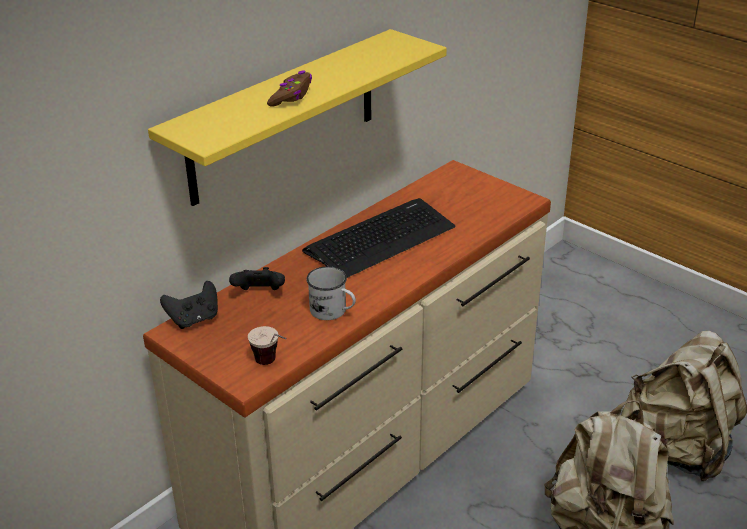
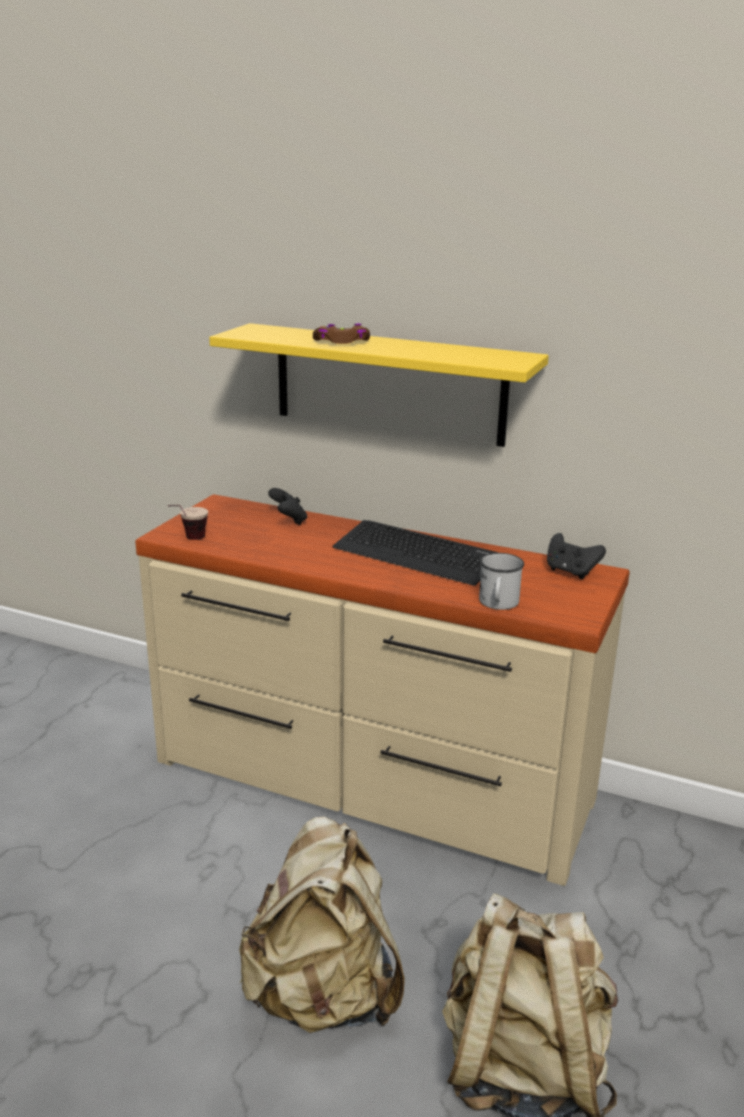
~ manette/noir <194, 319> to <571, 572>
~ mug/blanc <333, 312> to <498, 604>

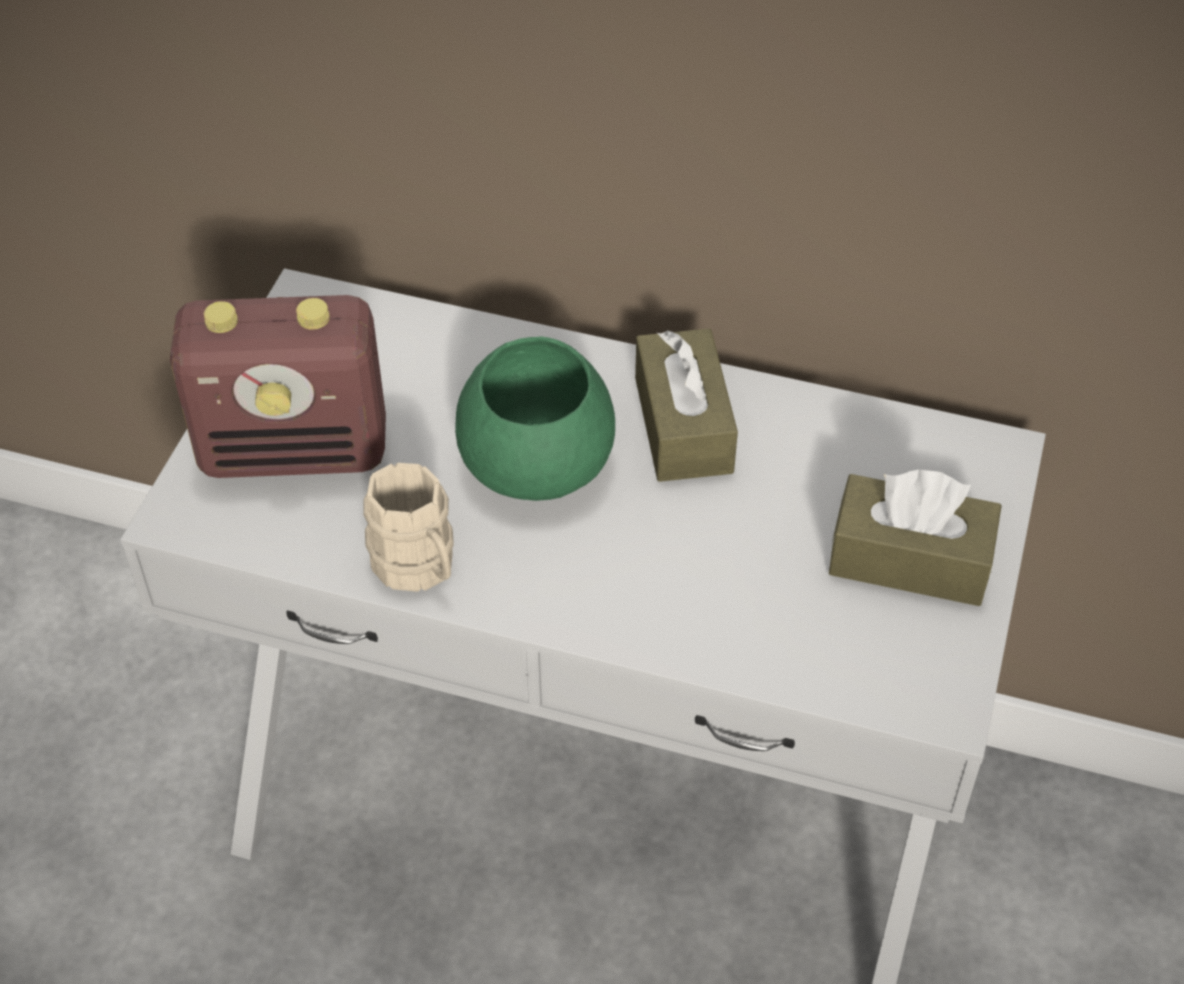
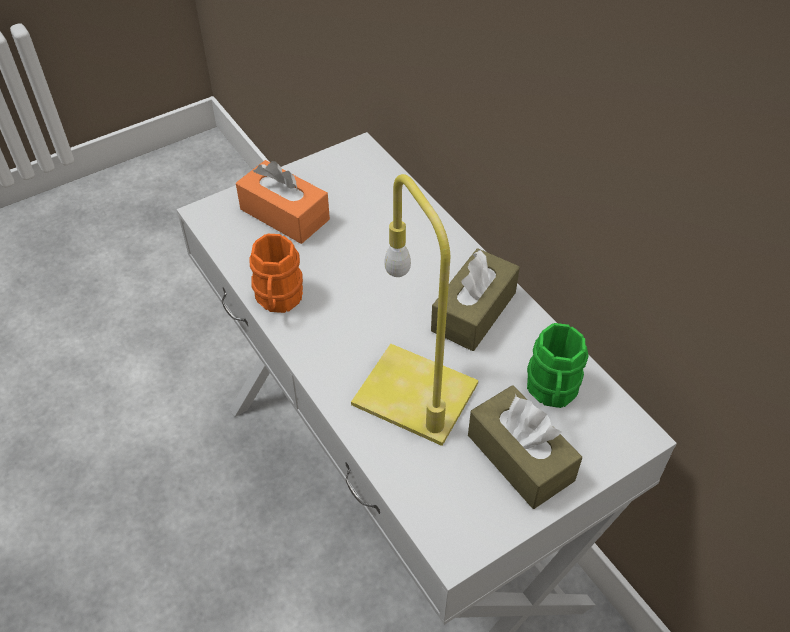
~ radio <296, 450> to boîte à mouchoirs/orange <284, 214>
~ mug/beige <419, 568> to mug/orange <278, 300>
- bol/vert <536, 459>
+ lampe de table/jaune <418, 394>
+ mug/vert <551, 392>

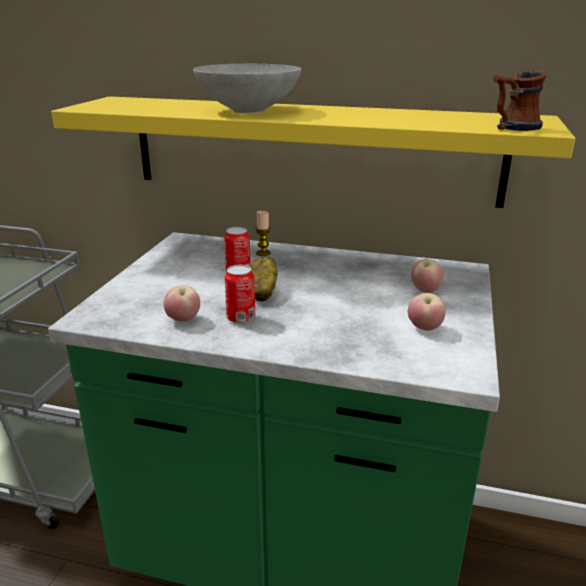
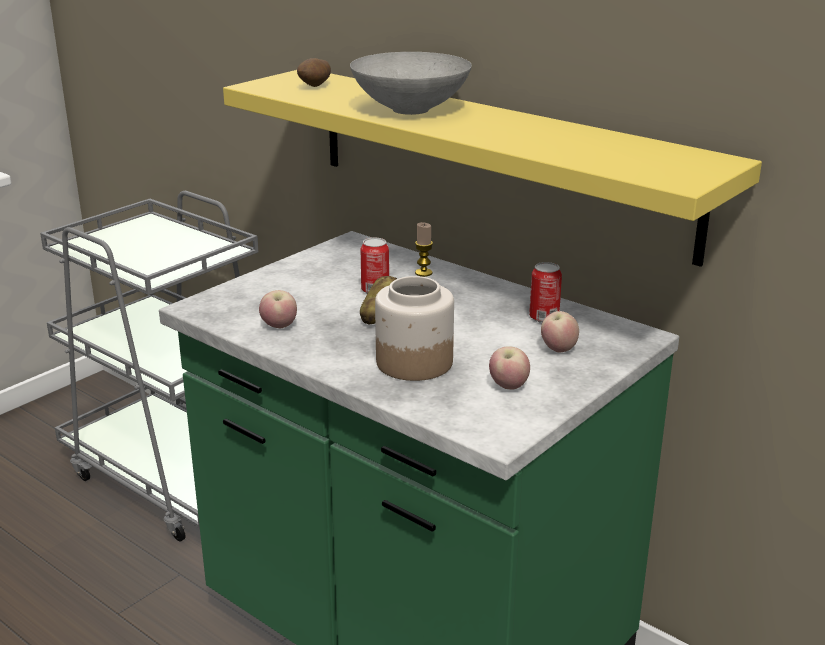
~ boîte métallique <241, 318> to <544, 317>
- mug <511, 128>
+ pomme de terre <315, 86>
+ bocal <413, 362>

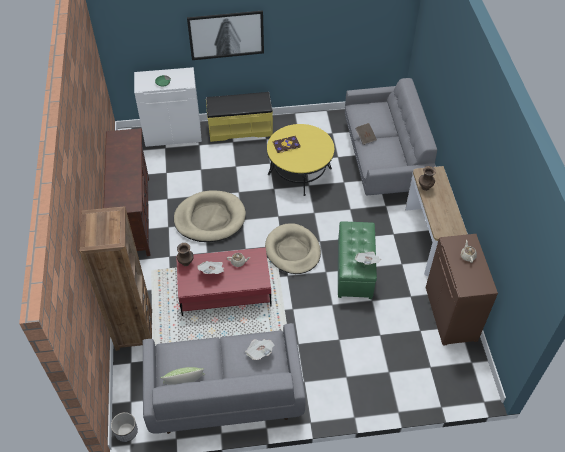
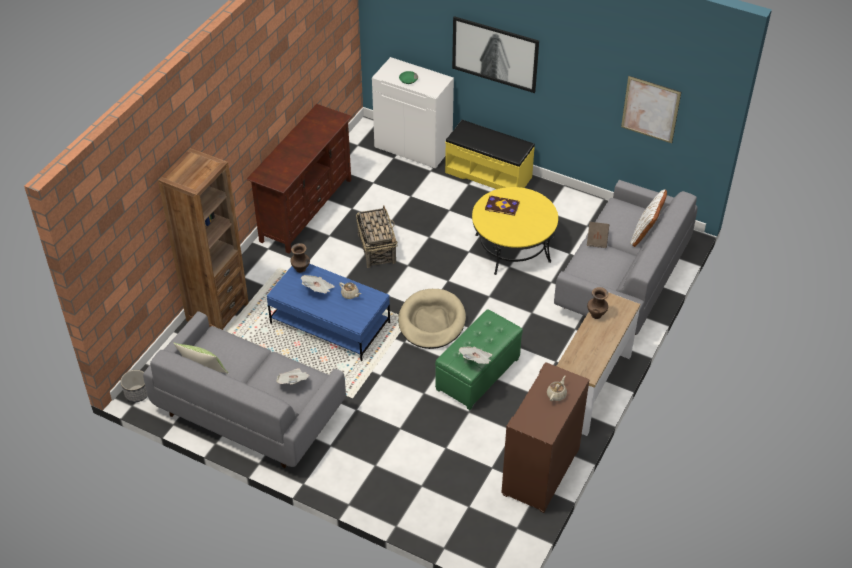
~ panier pour chien/beige <210, 218> to panier <376, 248>
~ table basse/rouge <225, 291> to table basse/bleu <330, 323>
+ tableau <650, 109>
+ coussin/blanc <645, 234>

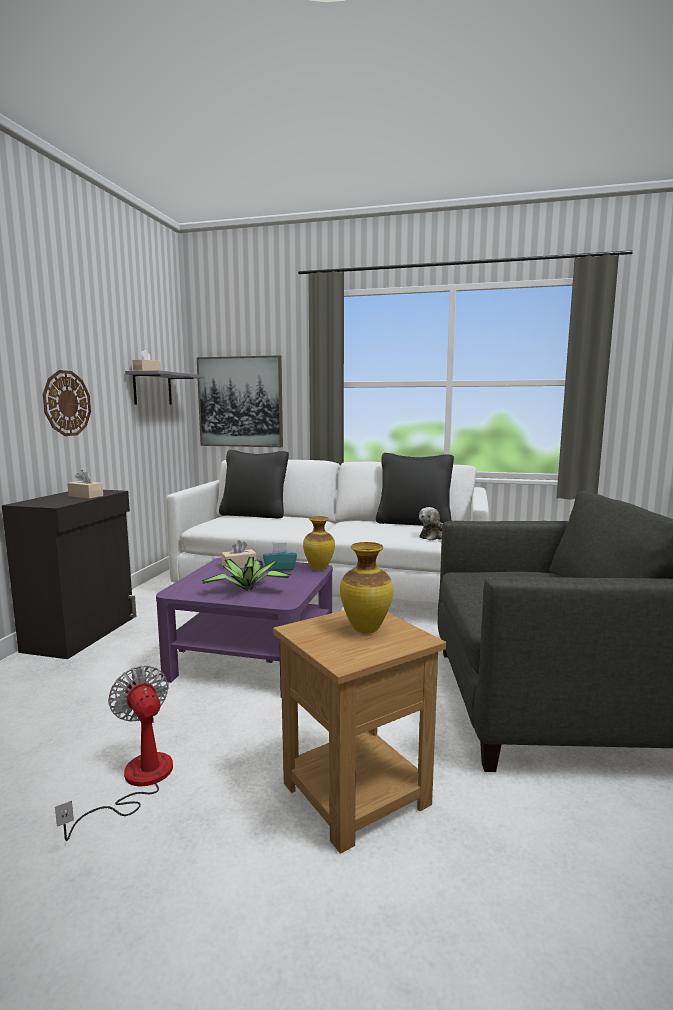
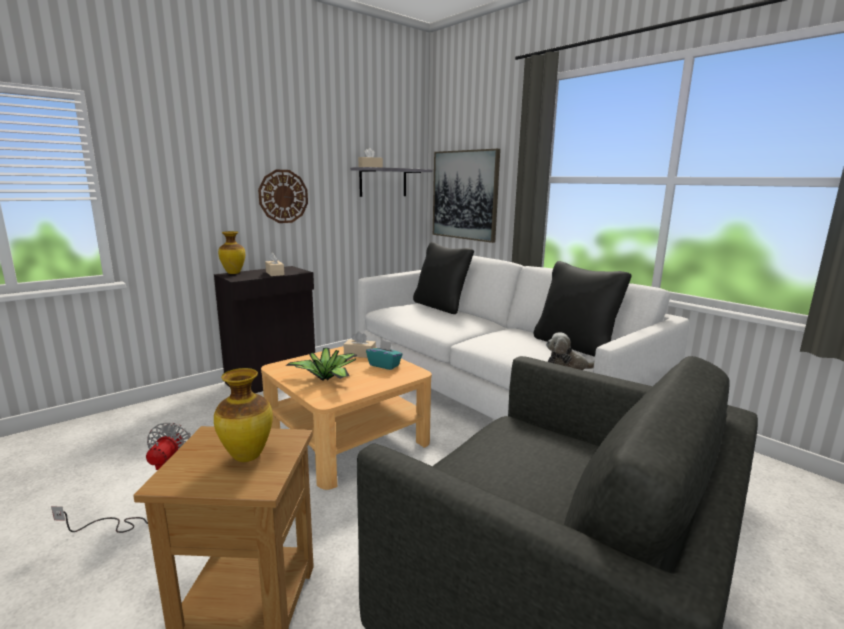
~ table basse/violet <254, 656> to table basse/beige <348, 439>
~ vase <318, 569> to <233, 273>

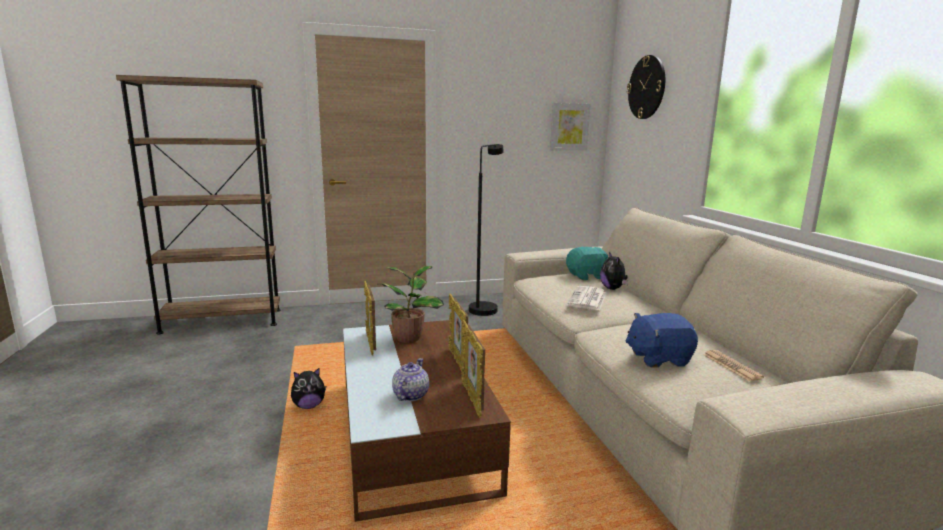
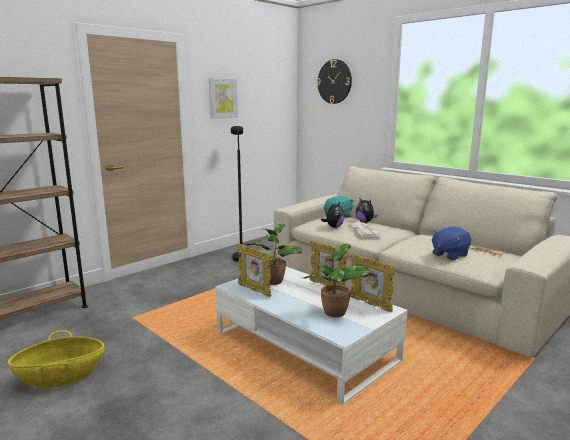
~ peluche <309, 406> to <333, 227>
~ table basse/marron <412, 432> to table basse/blanc <305, 346>
~ théière <410, 395> to plante en pot <334, 313>
~ tableau <569, 127> to <222, 98>
+ panier <61, 376>

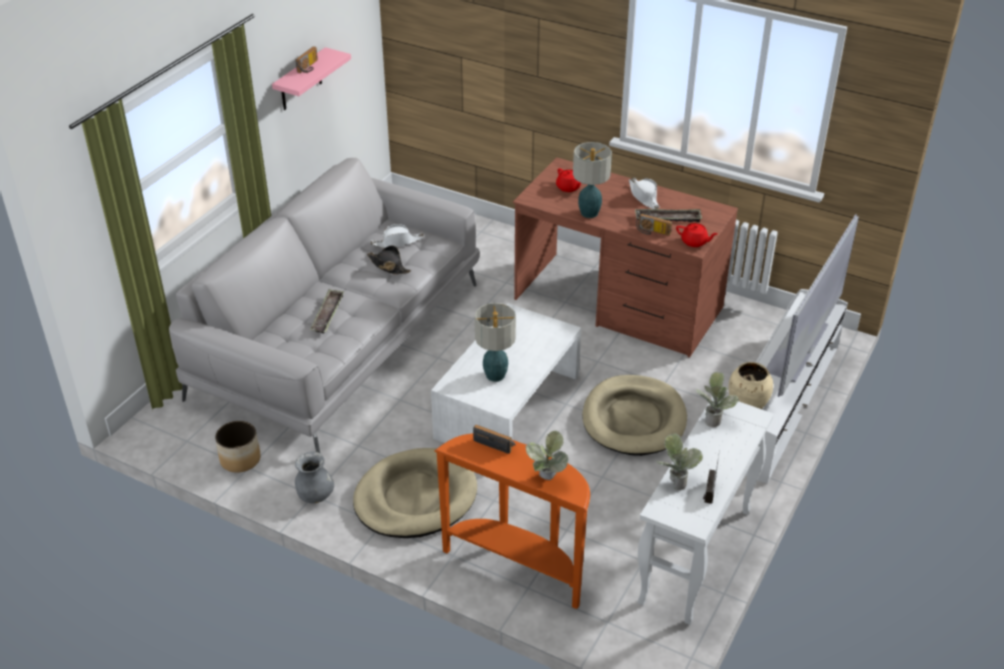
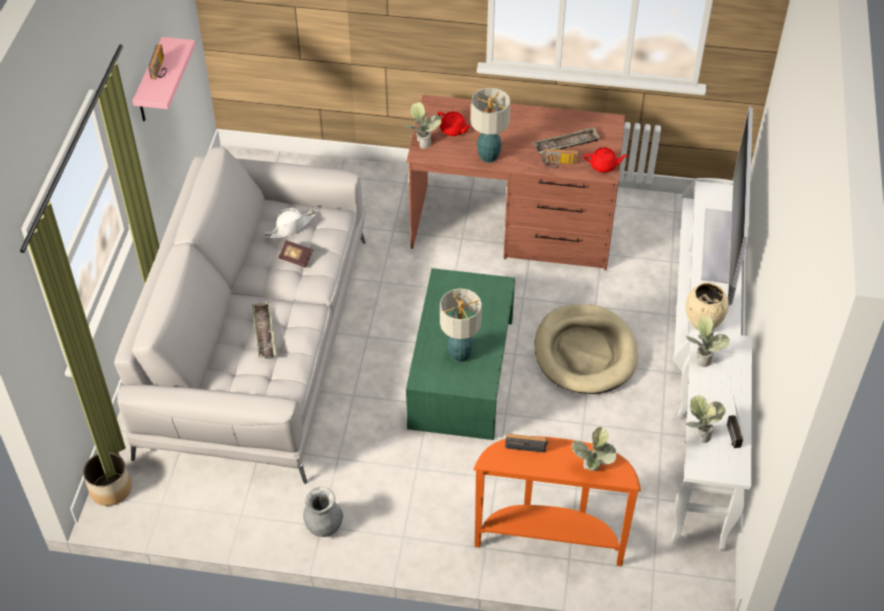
~ cache-pot <240, 460> to <111, 490>
- panier pour chien/beige <415, 497>
~ chapeau/noir <388, 266> to livre <296, 258>
~ table basse/blanc <507, 406> to table basse/vert <460, 372>
- chapeau/blanc <644, 197>
+ plante en pot <422, 142>

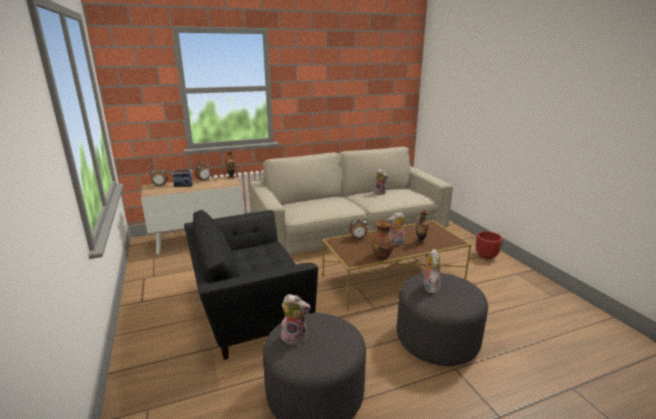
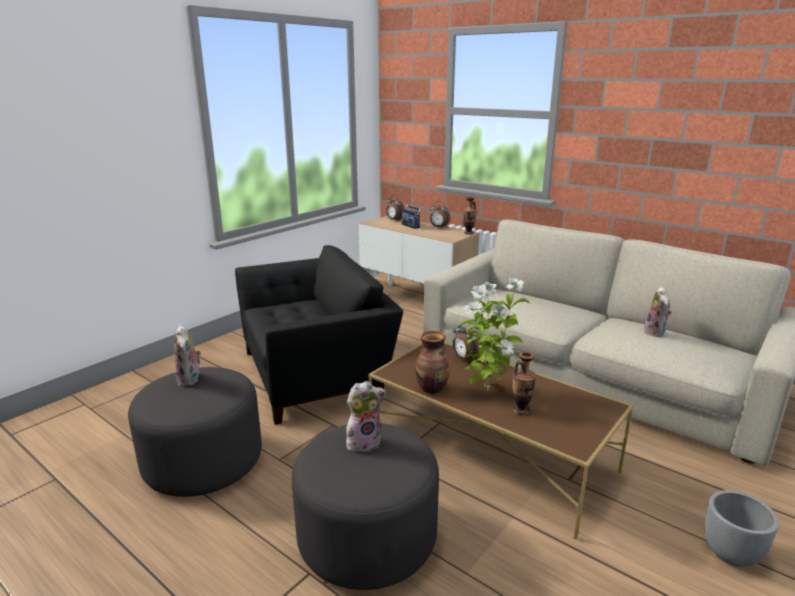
~ fauteuil/noir <249, 310> = <316, 373> 120 degrees clockwise
~ peluche <395, 243> to plante en pot <486, 390>
~ cache-pot/rouge <486, 256> to cache-pot/gris <731, 554>

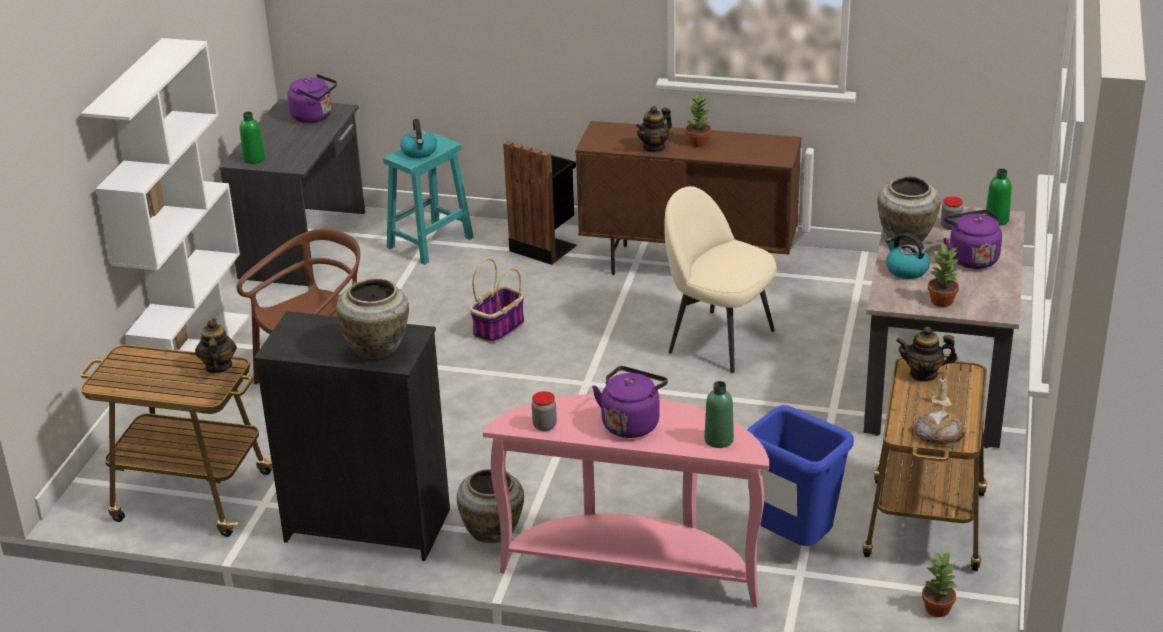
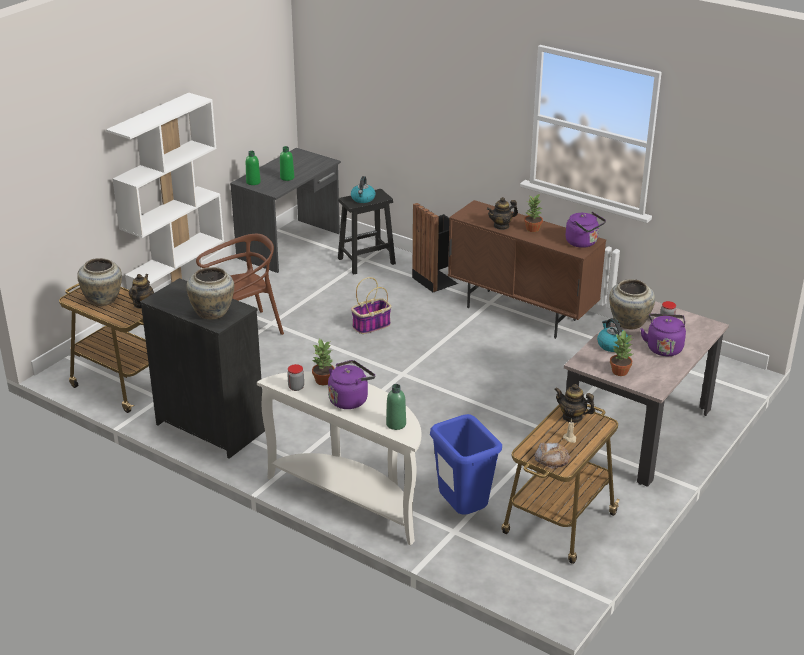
~ bouilloire/violet <314, 116> to <583, 243>
~ tabouret/turquoise <429, 243> to tabouret/noir <365, 261>
~ vase/beige <493, 532> to <103, 300>
~ table console/rose <634, 567> to table console/blanc <351, 498>
- chaise/beige <718, 340>
~ plante en pot <937, 608> to <324, 380>
~ bouteille/vert <996, 220> to <287, 178>

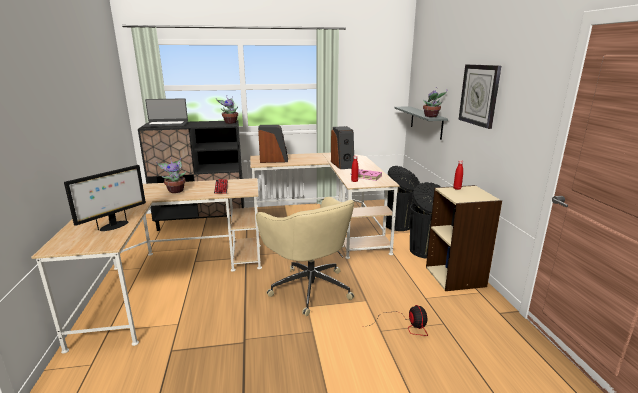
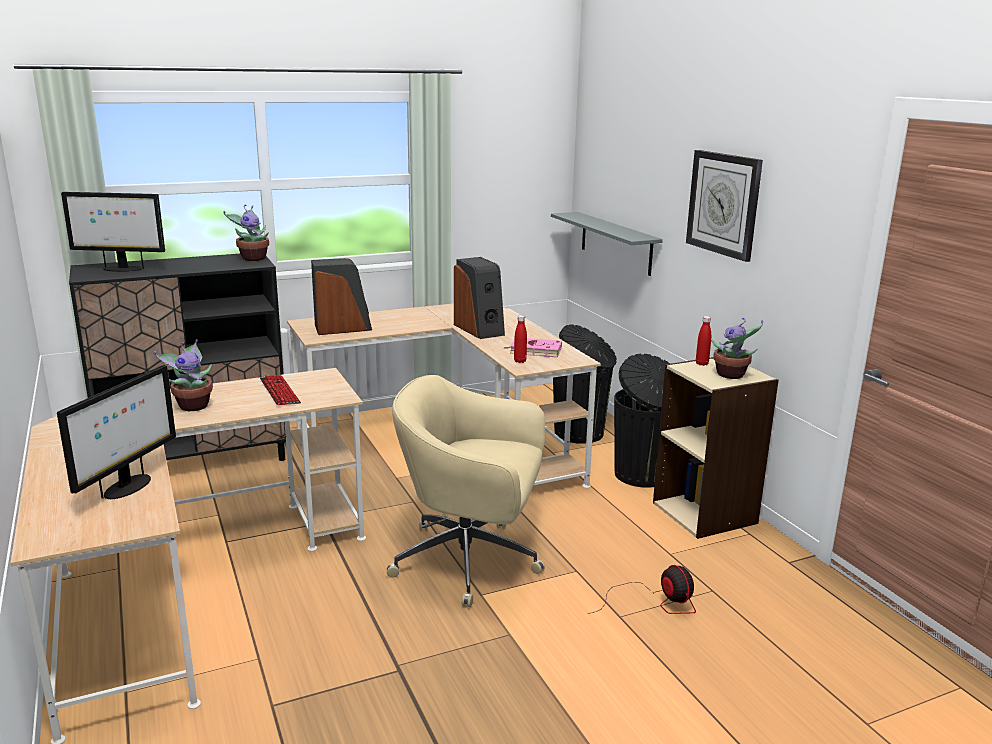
~ ordinateur portable <166, 124> to écran d'ordinateur <121, 269>
~ chaise de bureau/beige <309, 287> = <470, 562> 150 degrees clockwise
~ plante en pot <431, 116> to <732, 375>

